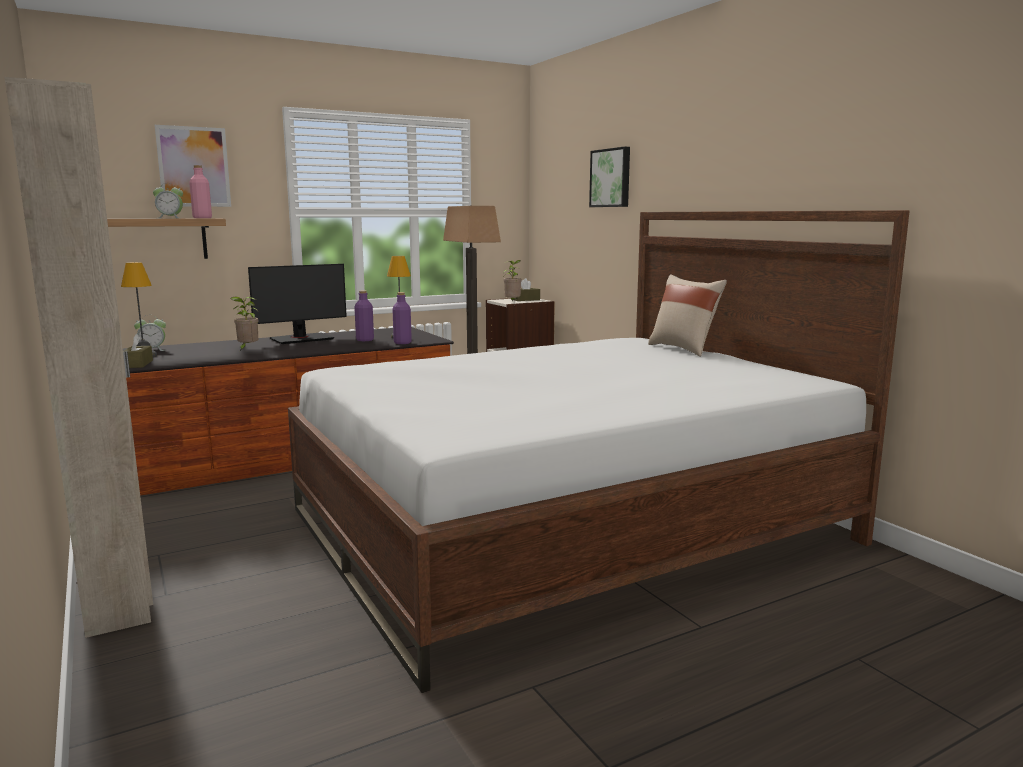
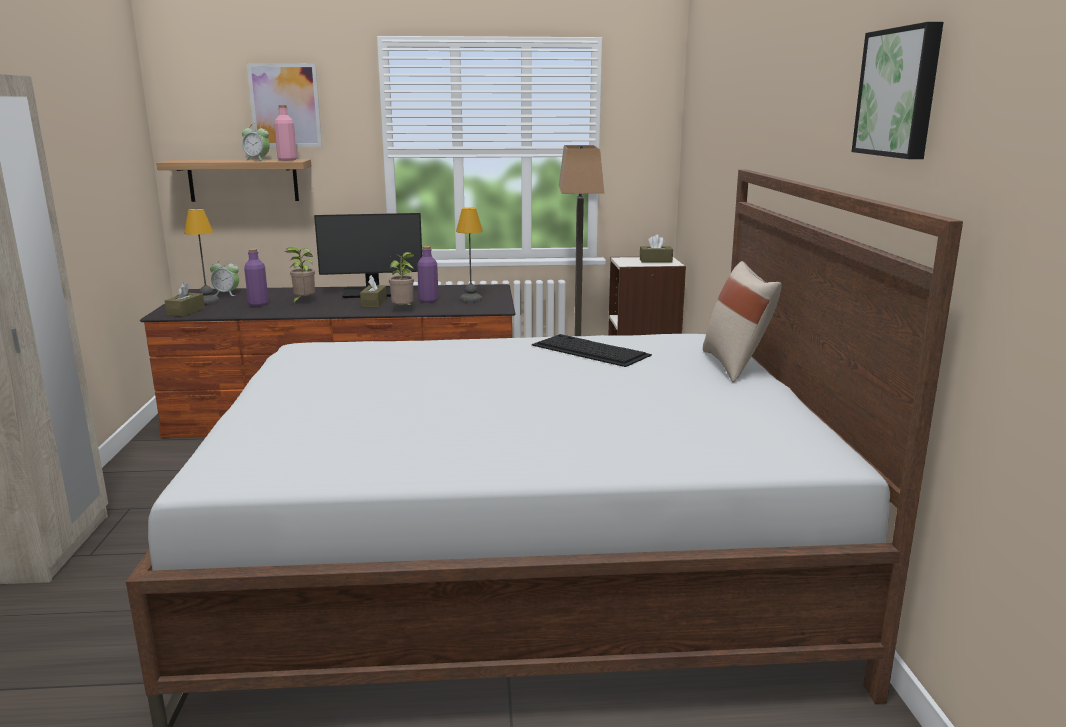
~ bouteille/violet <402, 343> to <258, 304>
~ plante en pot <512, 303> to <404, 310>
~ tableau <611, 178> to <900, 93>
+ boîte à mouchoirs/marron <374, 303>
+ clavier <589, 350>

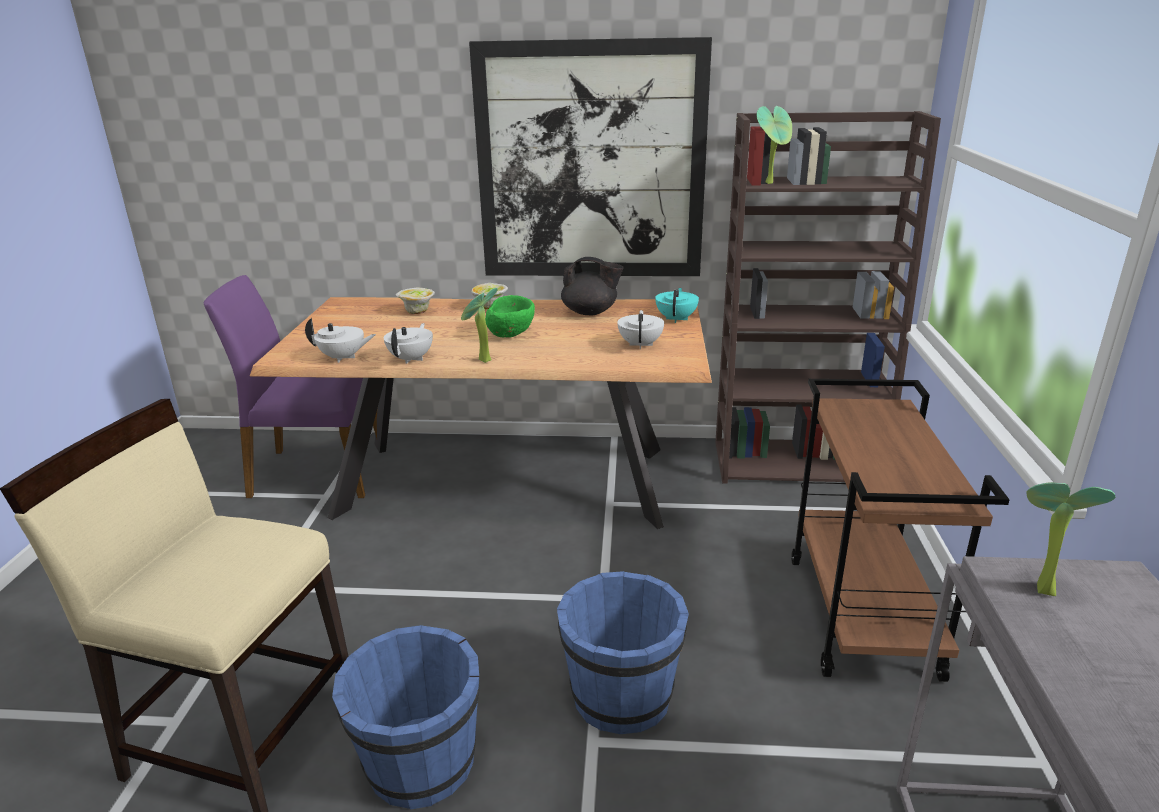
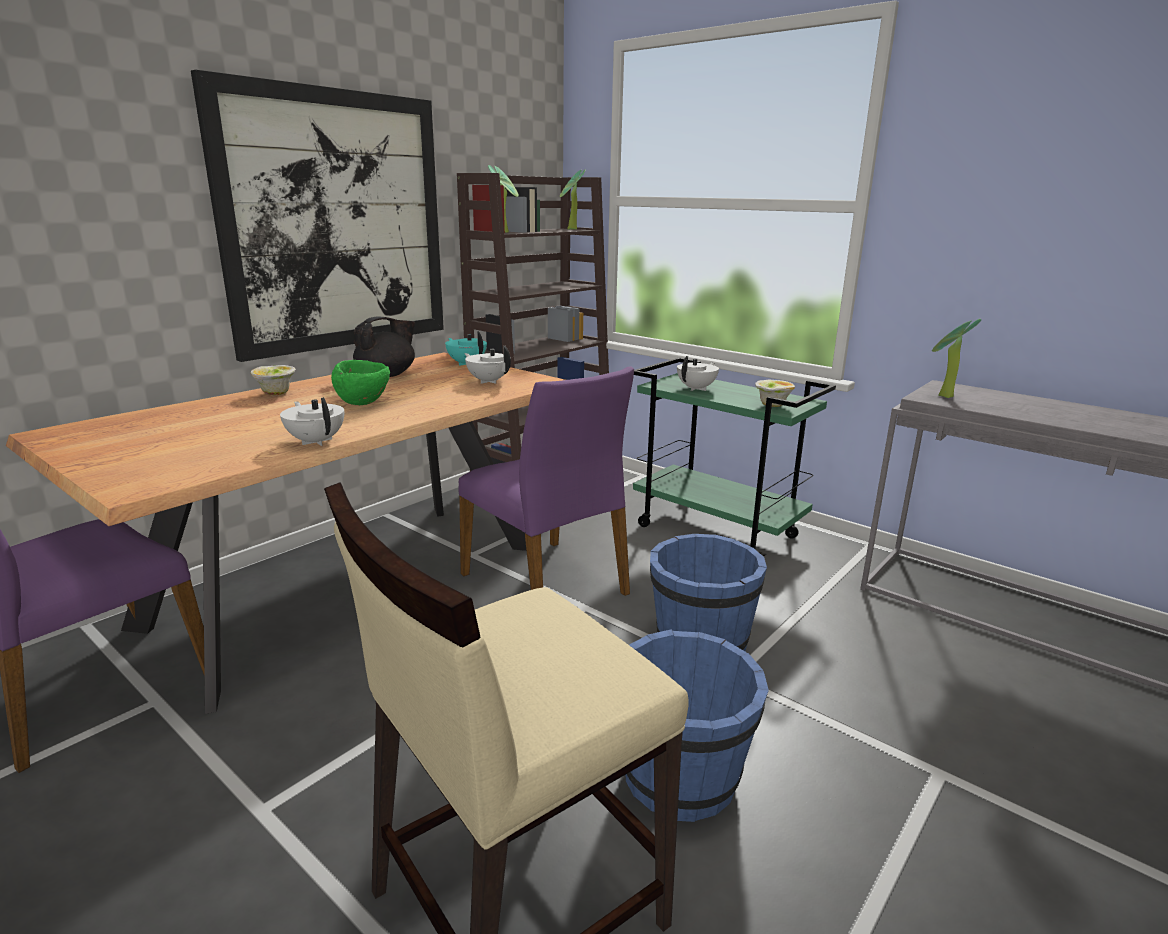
~ théière/blanc <343, 358> to <697, 388>
~ bol <417, 312> to <771, 405>
~ plante en pot <482, 361> to <571, 229>
~ chariot/marron <863, 617> to chariot/vert <718, 531>
+ chaise/violet <546, 583>

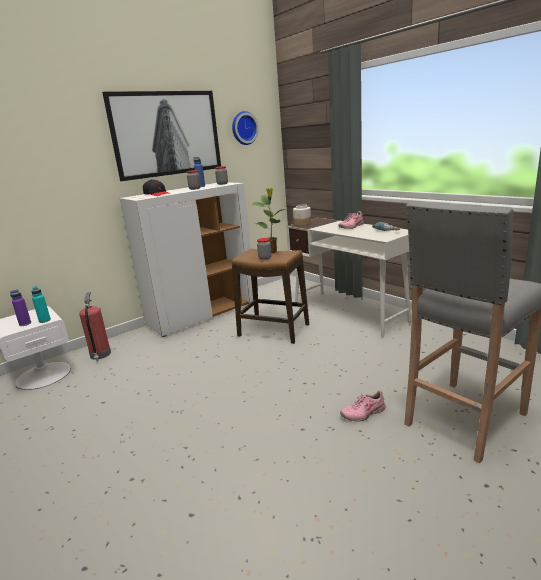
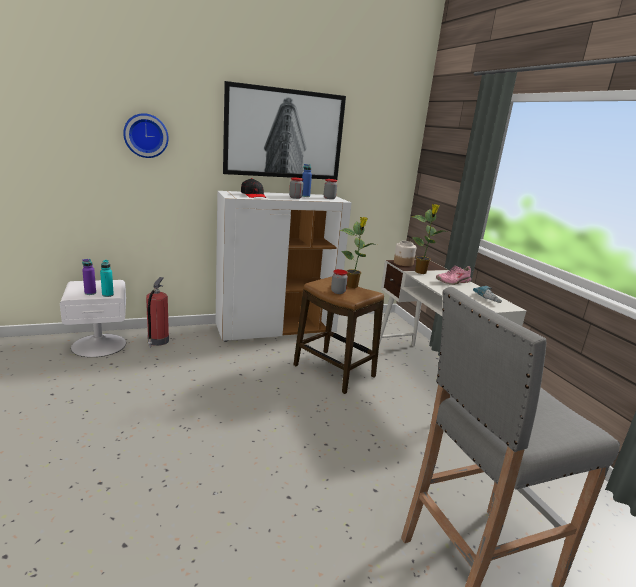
~ horloge murale <243, 128> to <146, 135>
- chaussure/rose <363, 413>
+ plante en pot <421, 272>

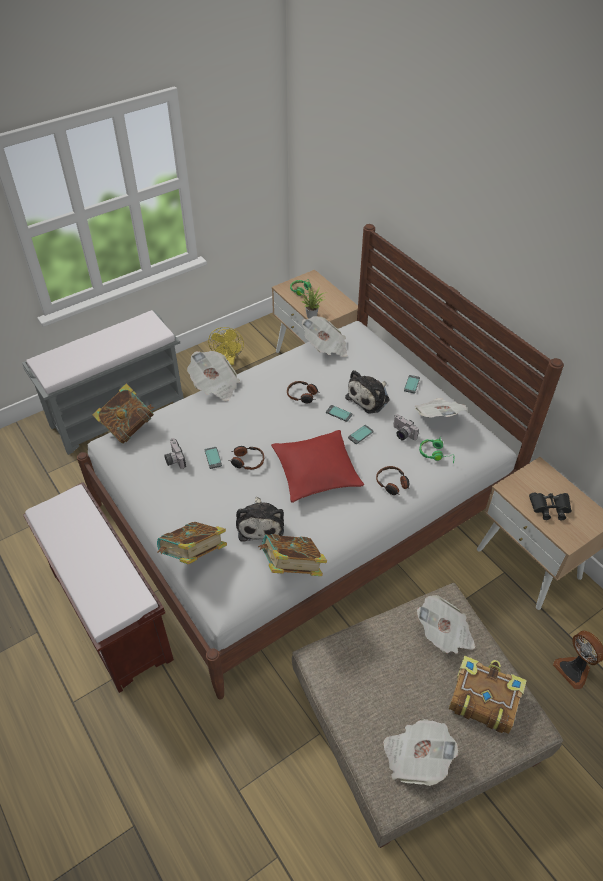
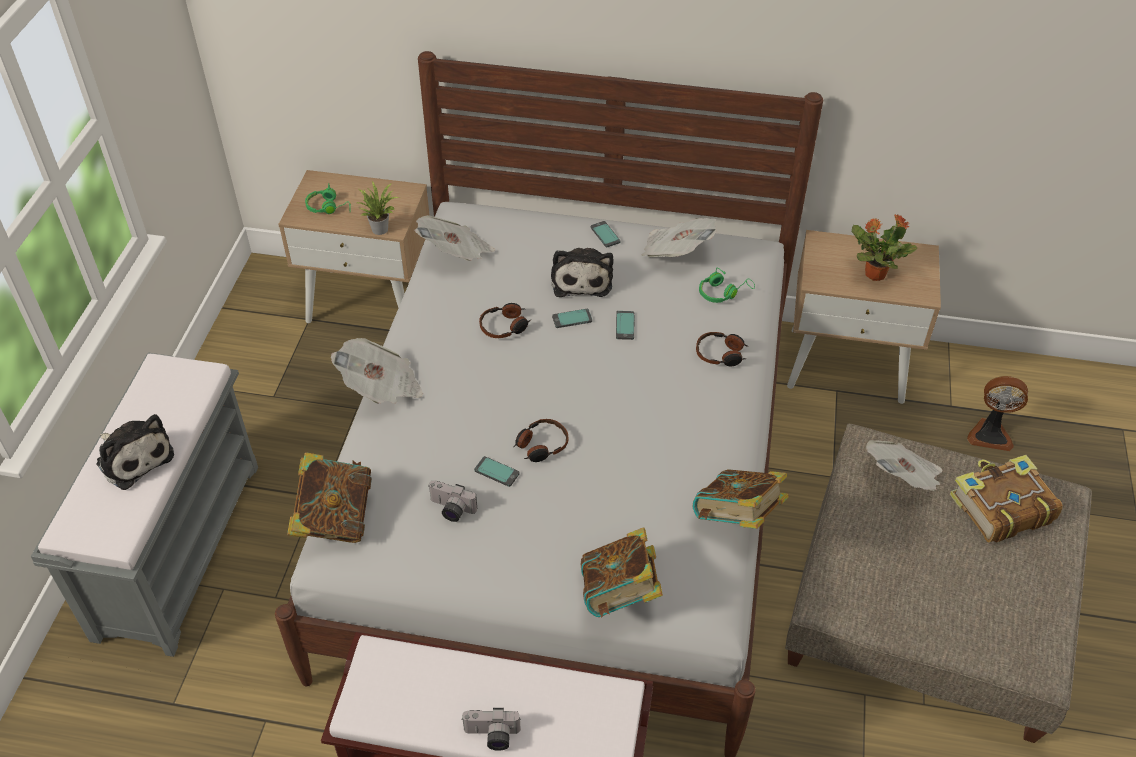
- ventilateur/jaune <229, 361>
~ peluche <260, 524> to <134, 457>
- coussin/rouge <316, 472>
- journal <416, 757>
~ appareil photo <402, 434> to <491, 736>
~ jumelles/noir <550, 507> to plante en pot <874, 274>

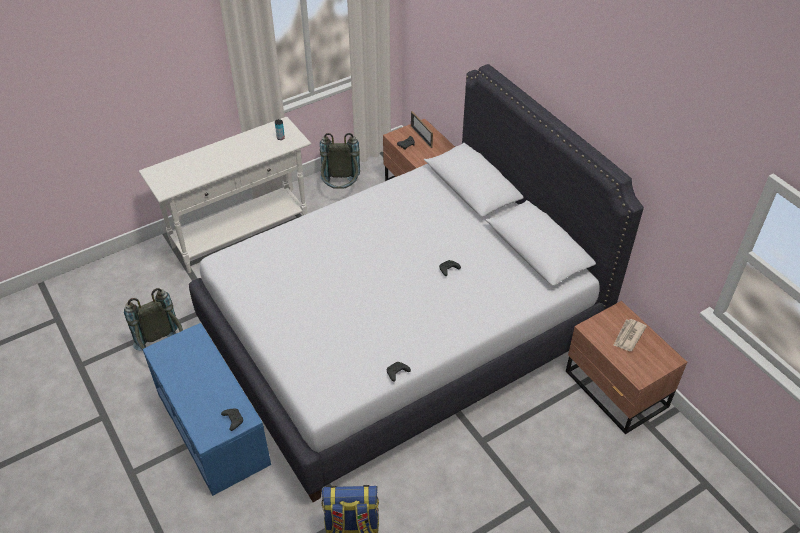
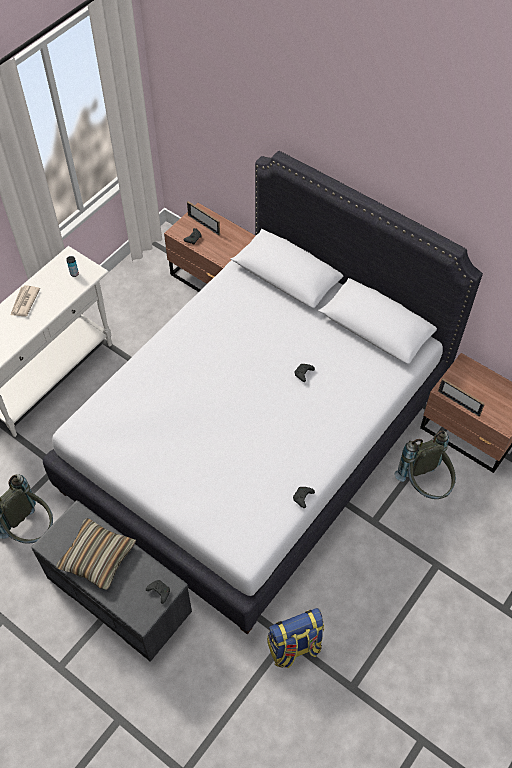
~ banc/bleu <214, 429> to banc/gris <120, 594>
~ sac à dos/gris <341, 189> to <425, 485>
~ journal <628, 336> to <24, 302>
+ coussin <97, 557>
+ cadre photo <458, 403>

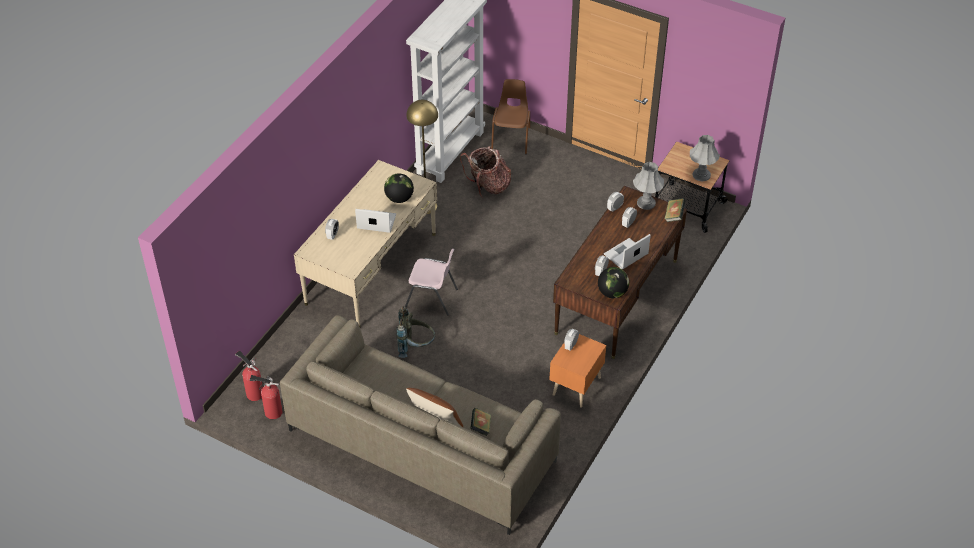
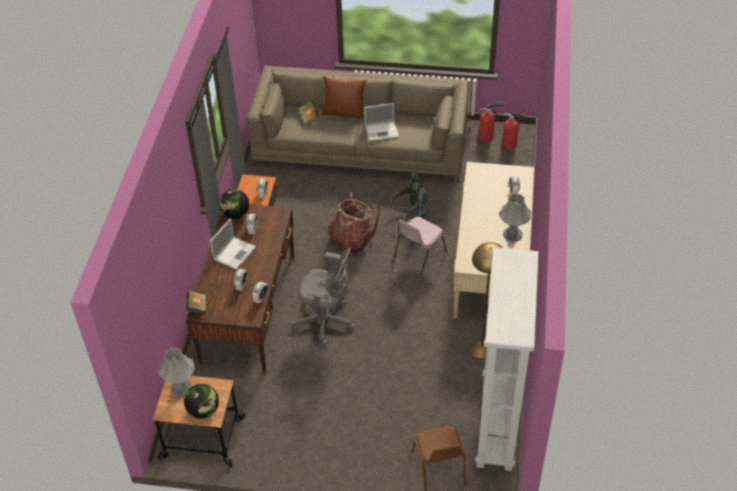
~ ordinateur portable <375, 222> to <382, 131>
~ globe <399, 198> to <203, 410>
~ chaise/rose <432, 298> = <418, 257> 45 degrees counterclockwise
~ sac à dos <488, 186> to <352, 240>
~ lampe de table/gris <646, 203> to <512, 234>
+ chaise de bureau/gris <326, 322>

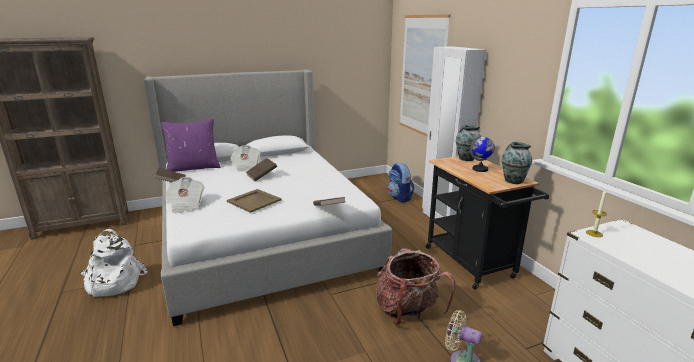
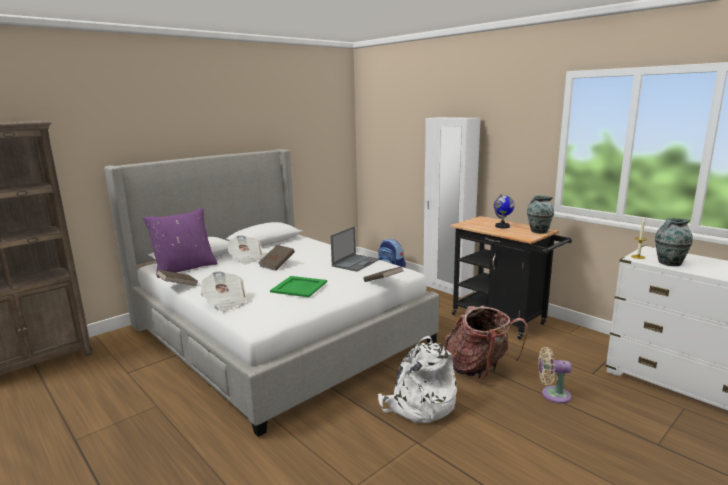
~ sac à dos/blanc <113, 283> to <419, 405>
~ plateau/beige <254, 200> to plateau/vert <299, 286>
- tableau <422, 76>
~ vase <466, 158> to <669, 263>
+ ordinateur portable <356, 262>

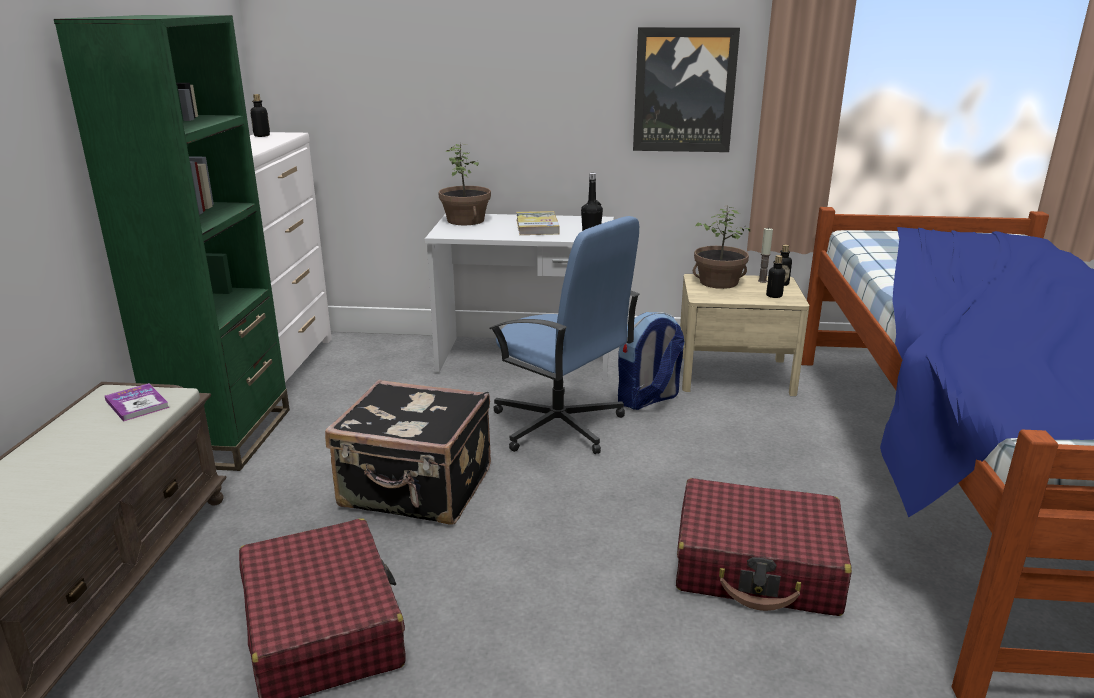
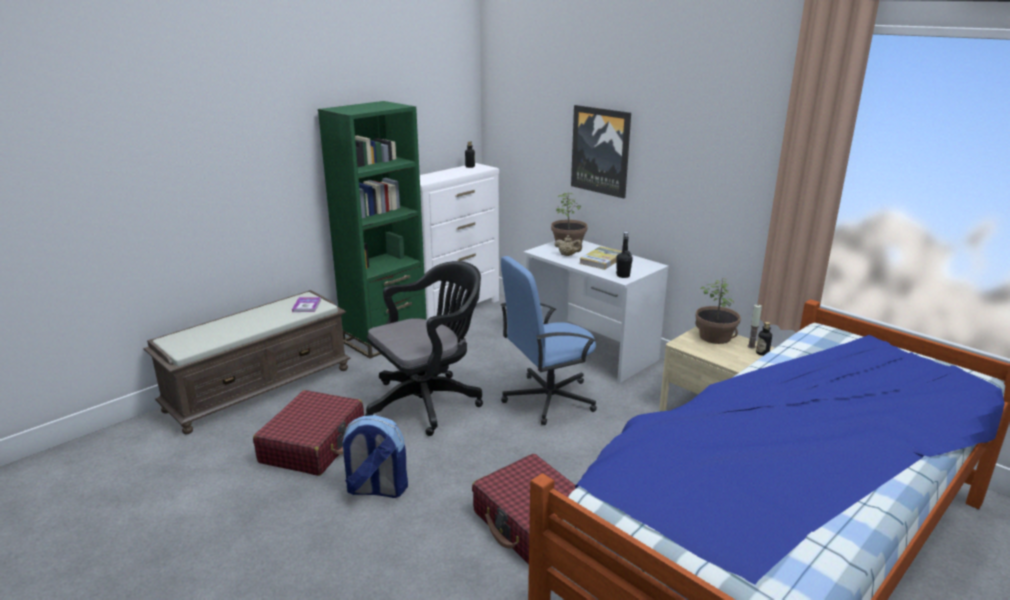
~ valise/noir <416, 489> to chaise de bureau/noir <429, 401>
~ chaise de bureau/bleu <559, 425> = <547, 399> 75 degrees clockwise
~ sac à dos <647, 399> to <376, 489>
~ tableau <684, 90> to <601, 151>
- bouteille <774, 295>
+ théière/beige <568, 255>

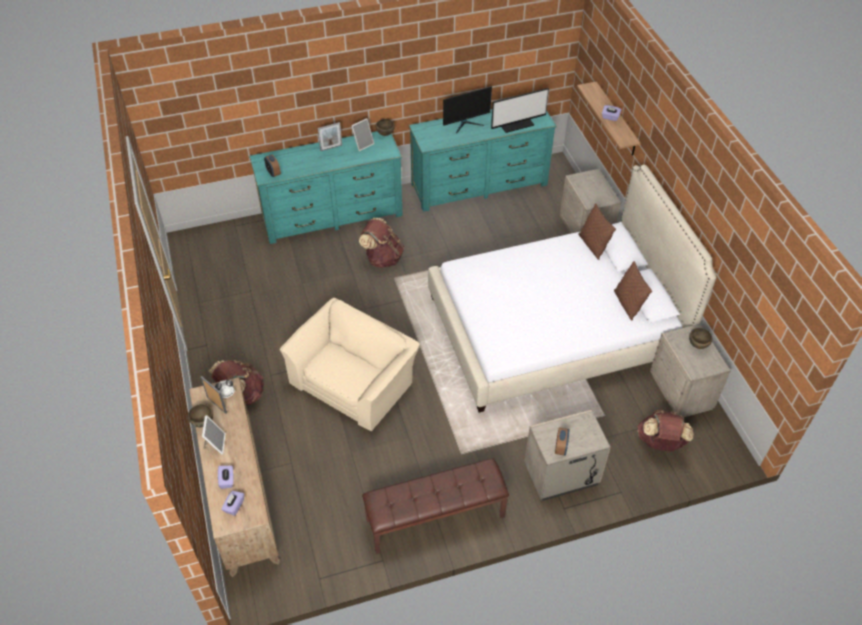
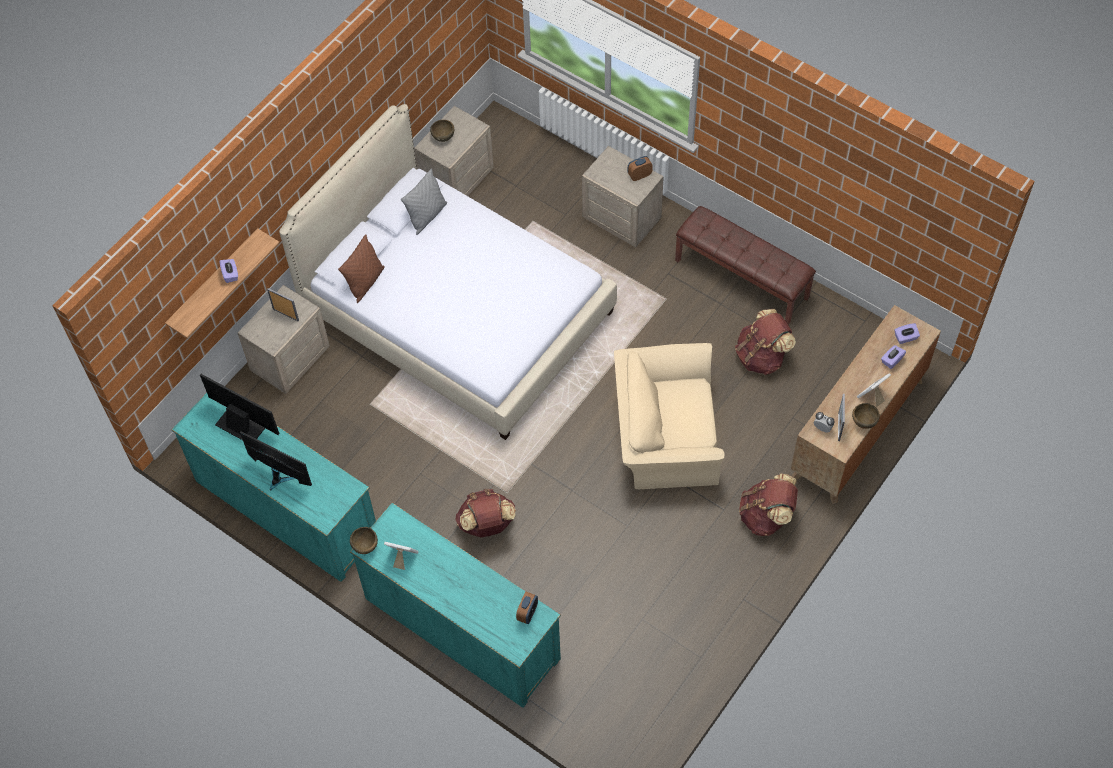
~ cadre photo <331, 148> to <286, 314>
~ coussin/marron <627, 304> to coussin/gris <427, 216>
~ sac à dos/marron <660, 442> to <761, 356>

